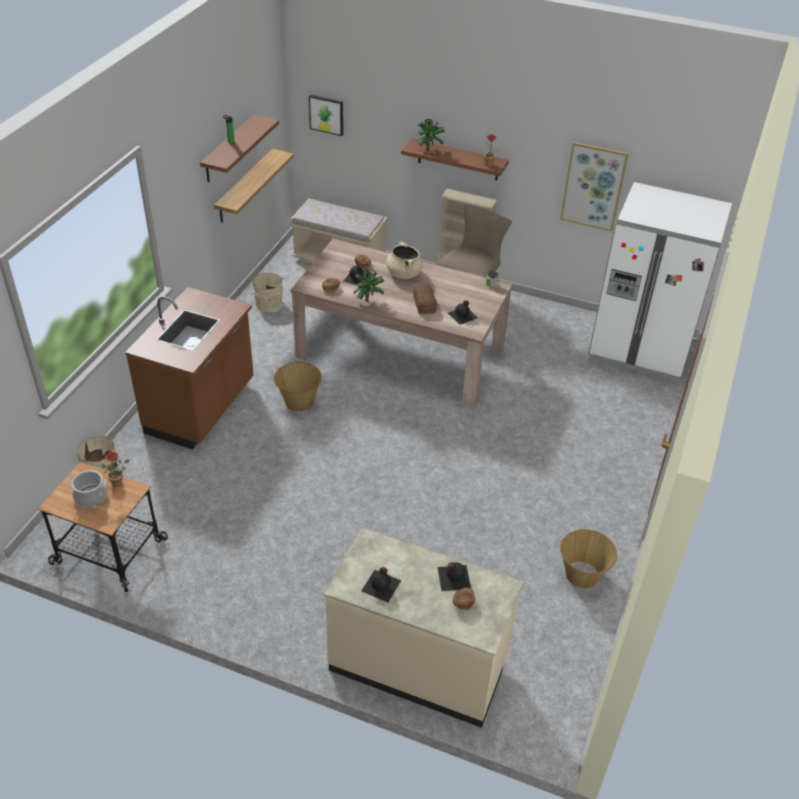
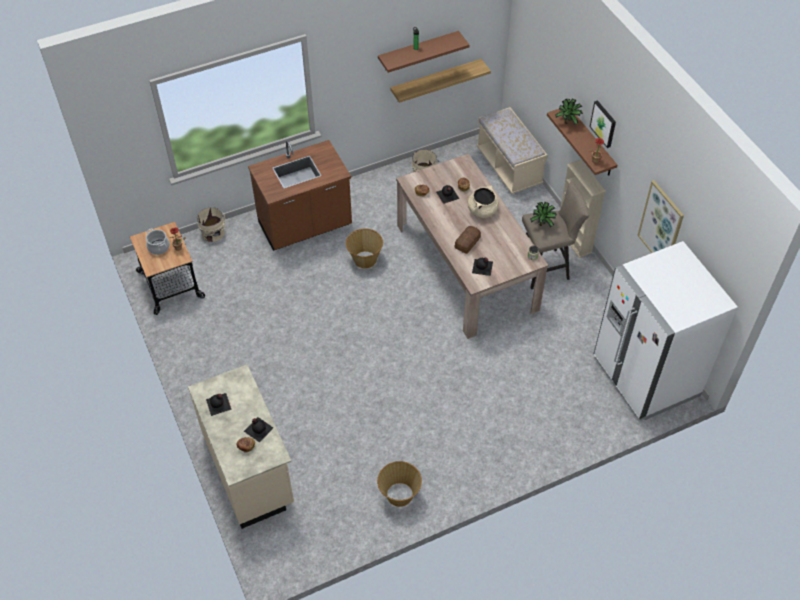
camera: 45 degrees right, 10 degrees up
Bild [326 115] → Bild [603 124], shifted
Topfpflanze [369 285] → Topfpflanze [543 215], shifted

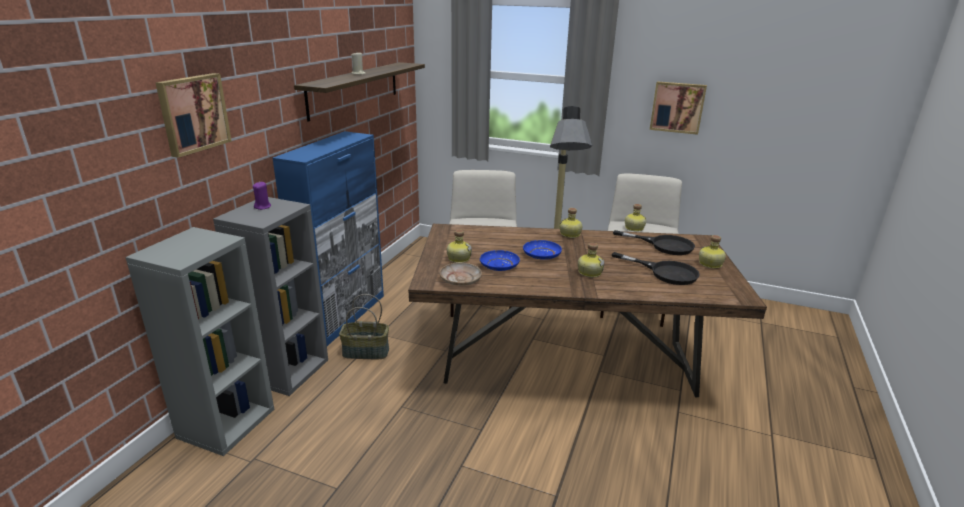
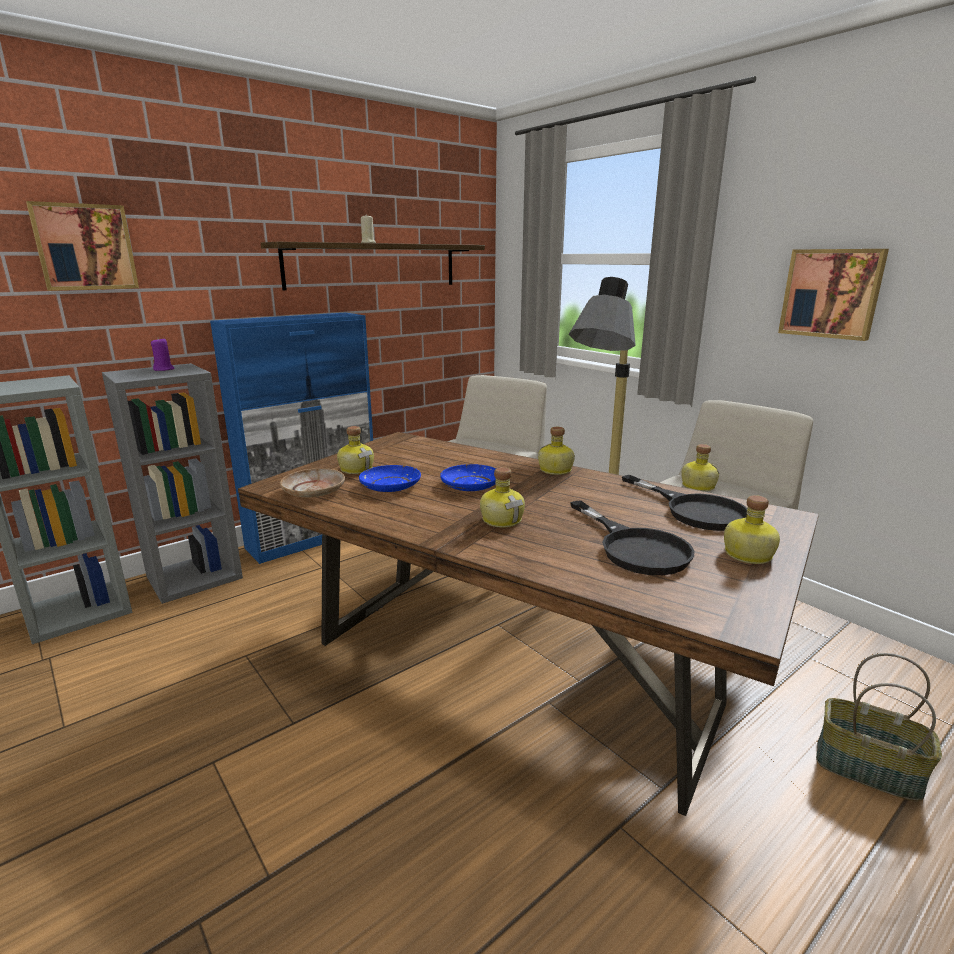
camera: 30 degrees right, 5 degrees down
Korb [364 326] → Korb [879 727], shifted

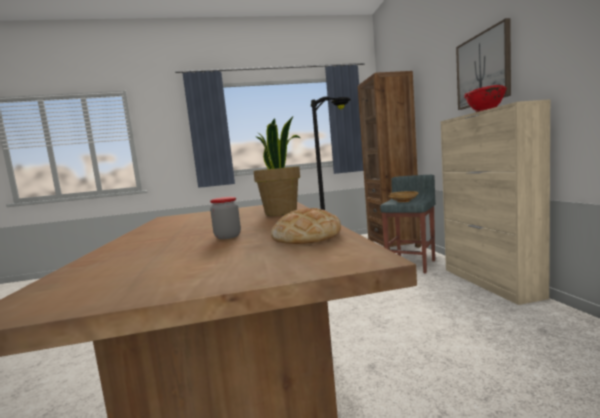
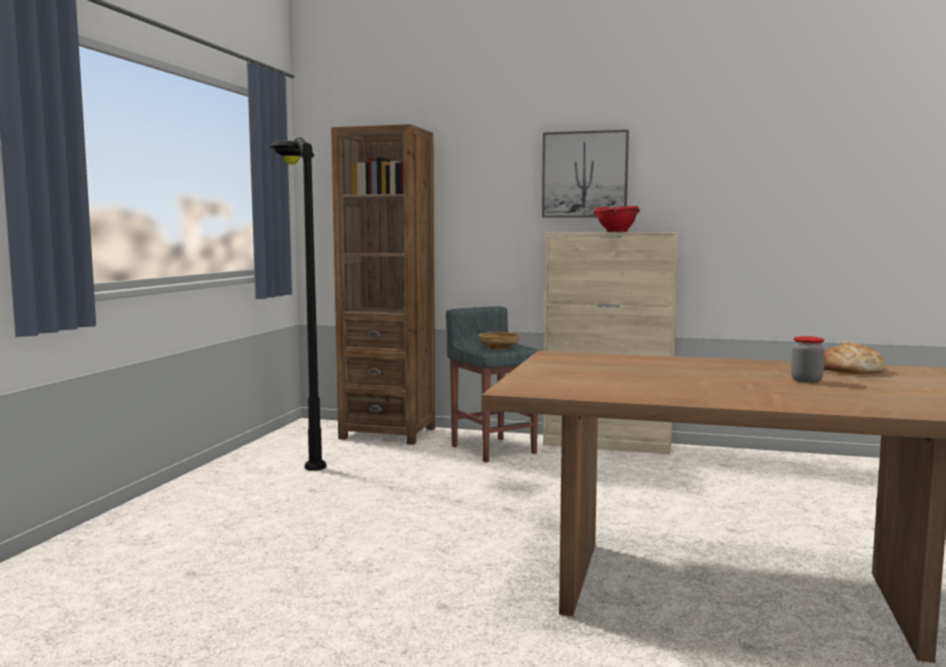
camera: 65 degrees left, 0 degrees up
Topfpflanze [276 166] → -

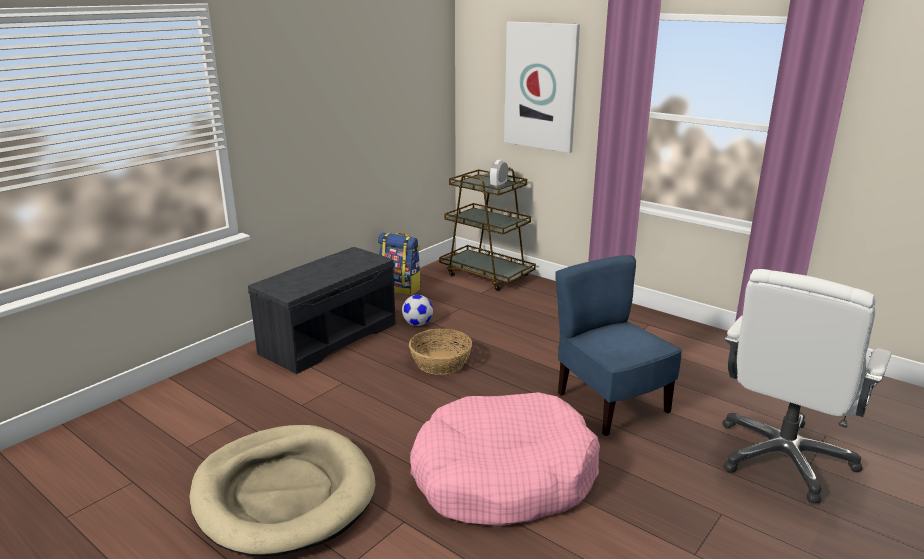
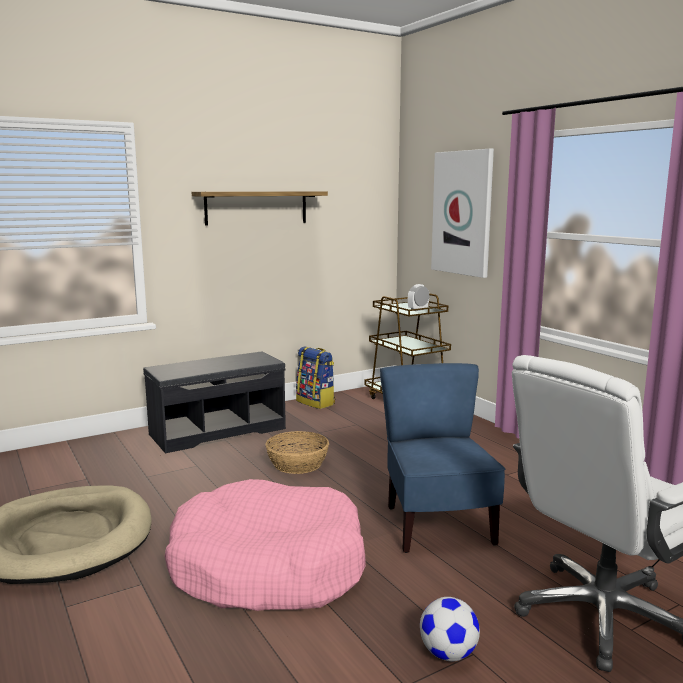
camera: 20 degrees right, 10 degrees down
Fußball [417 310] → Fußball [450 629], shifted
- → Wandregal [260 208]

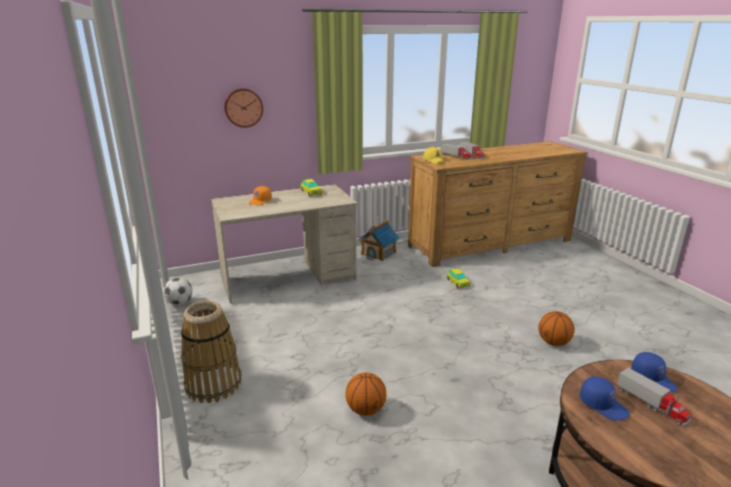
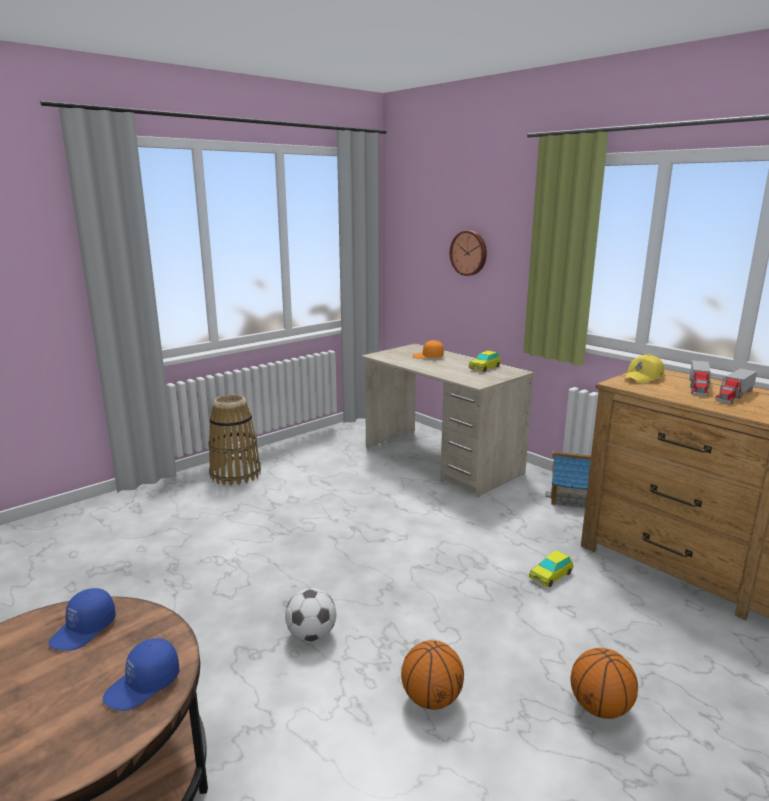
camera: 70 degrees right, 5 degrees down
Fußball [177 291] → Fußball [310 615], shifted
Spielzeuglaster [654 397] → -
Basketball [366 394] → Basketball [604 683], shifted

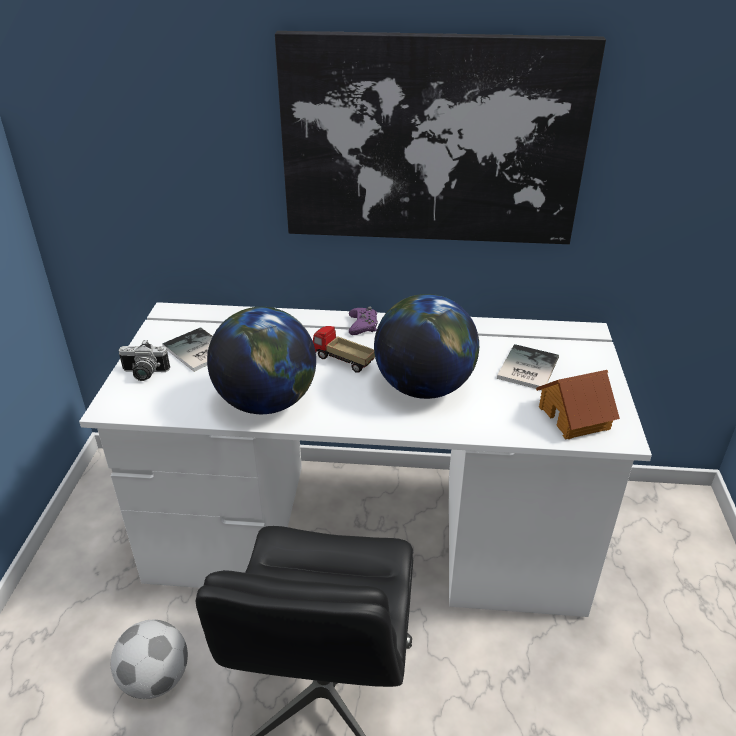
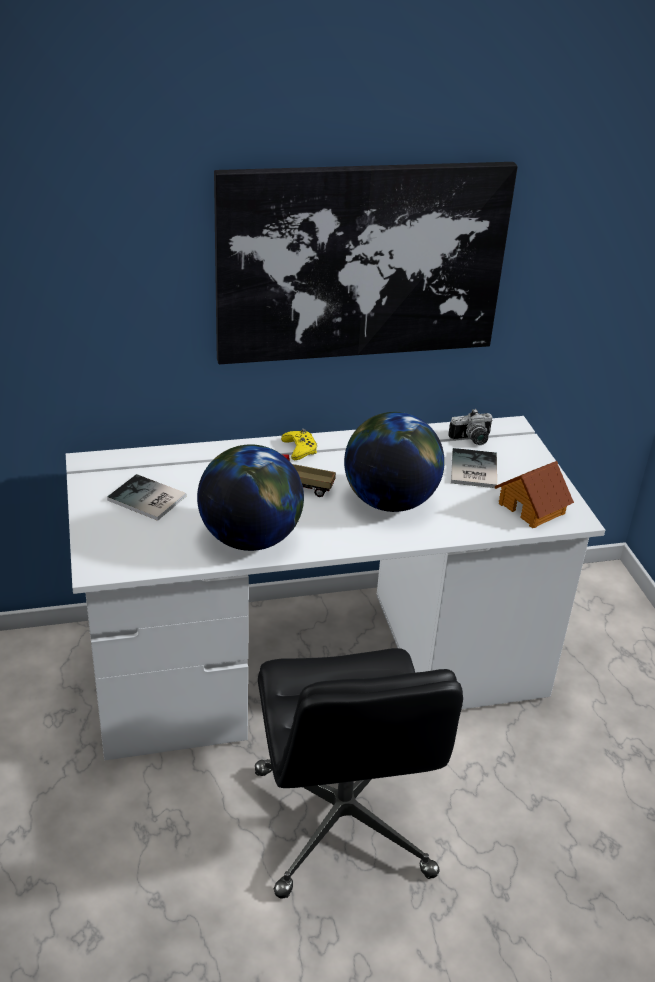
camera: 20 degrees left, 0 degrees up
Gamepad [lila] [363 320] → Gamepad [gelb] [299 444]
Kamera [144 360] → Kamera [470 427], shifted
Fußball [149 659] → -

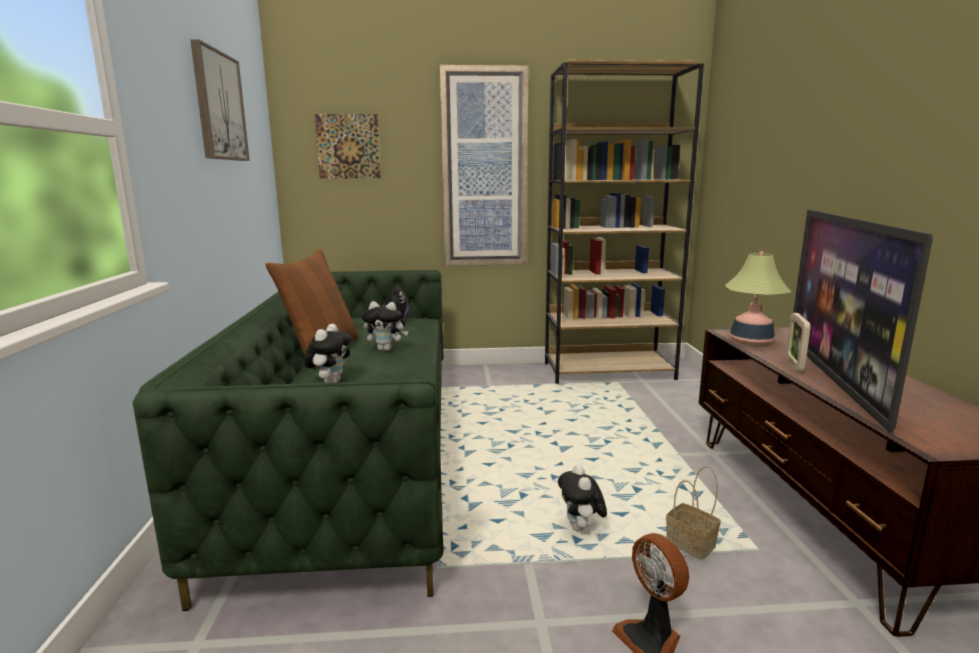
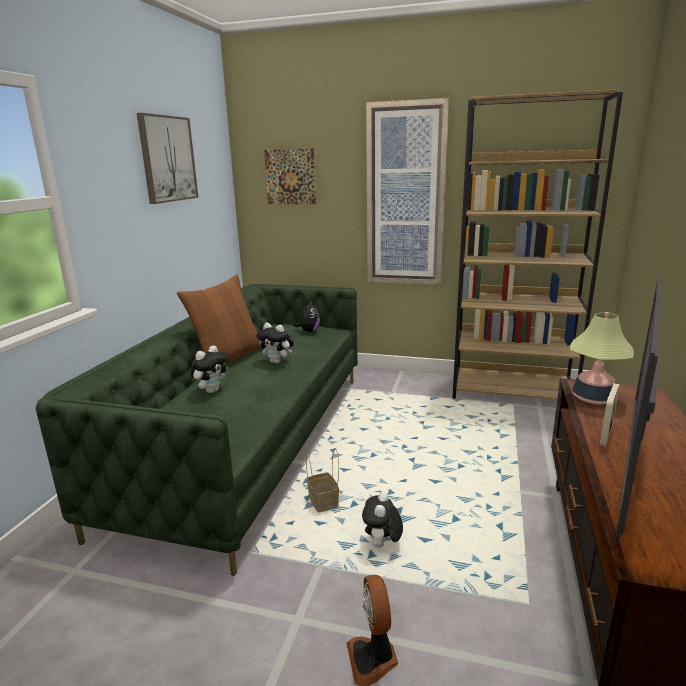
camera: 20 degrees right, 5 degrees up
Korb [693 513] → Korb [322 480], shifted

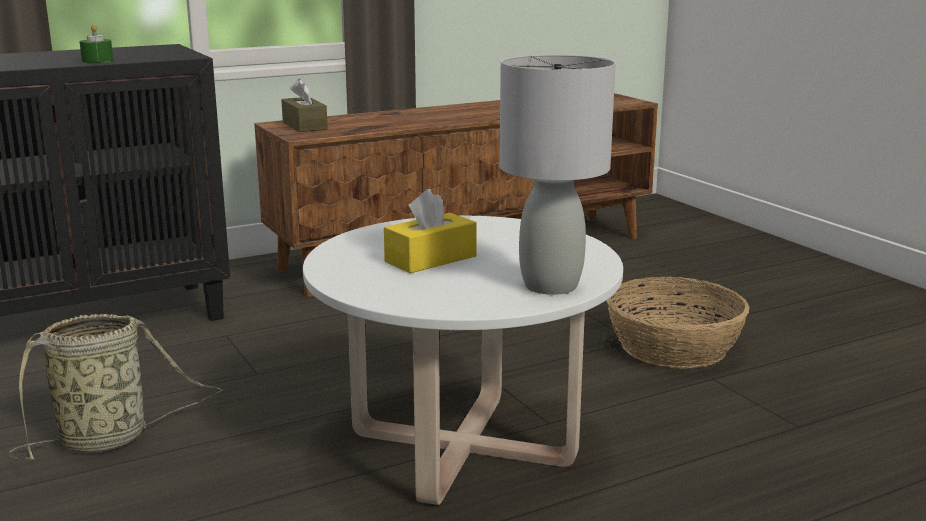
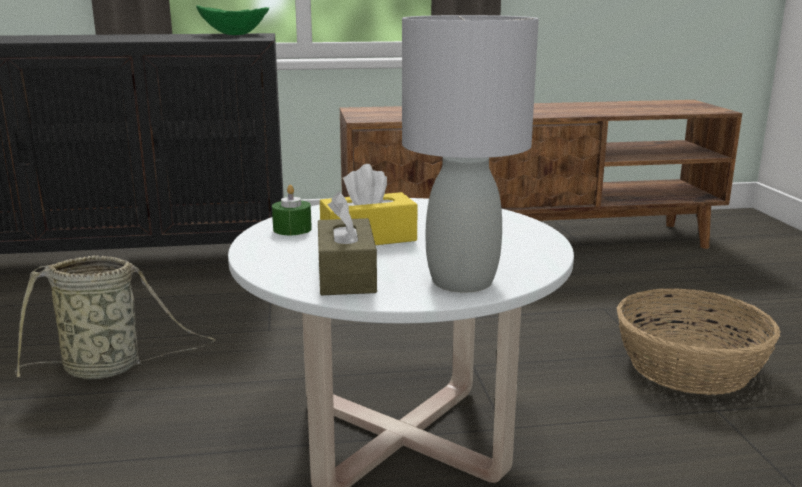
camera: 20 degrees right, 0 degrees up
Kerze [grün] [96 43] → Kerze [grün] [292 210], shifted
Taschentuchbox [braun] [304 105] → Taschentuchbox [braun] [347 243], shifted
- → Schüssel [grün] [232 20]

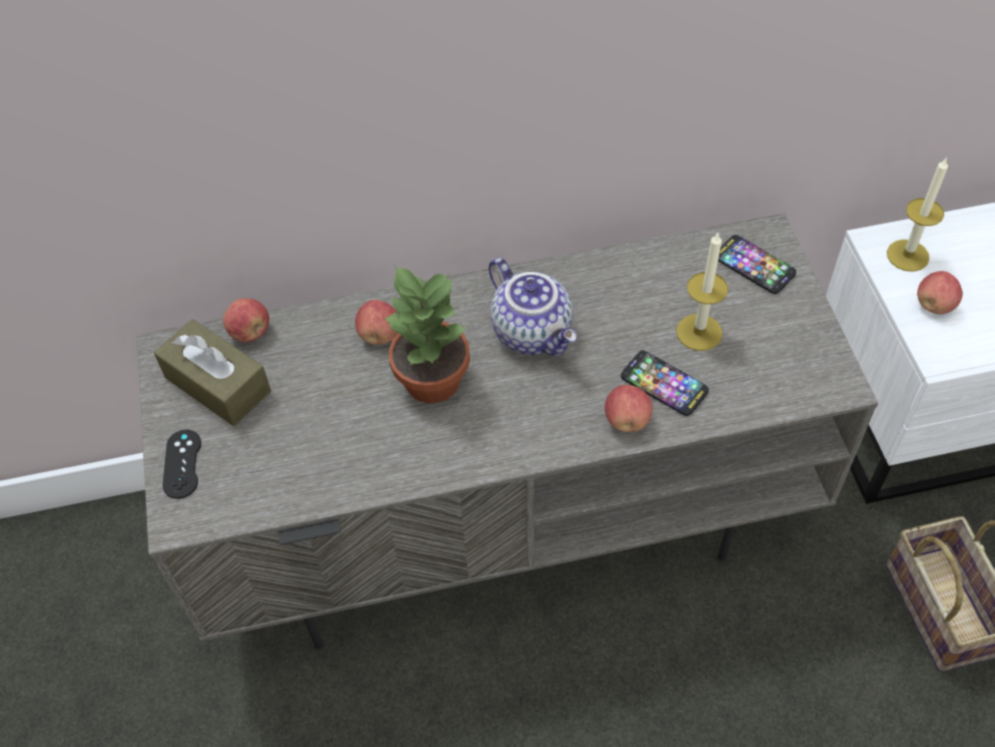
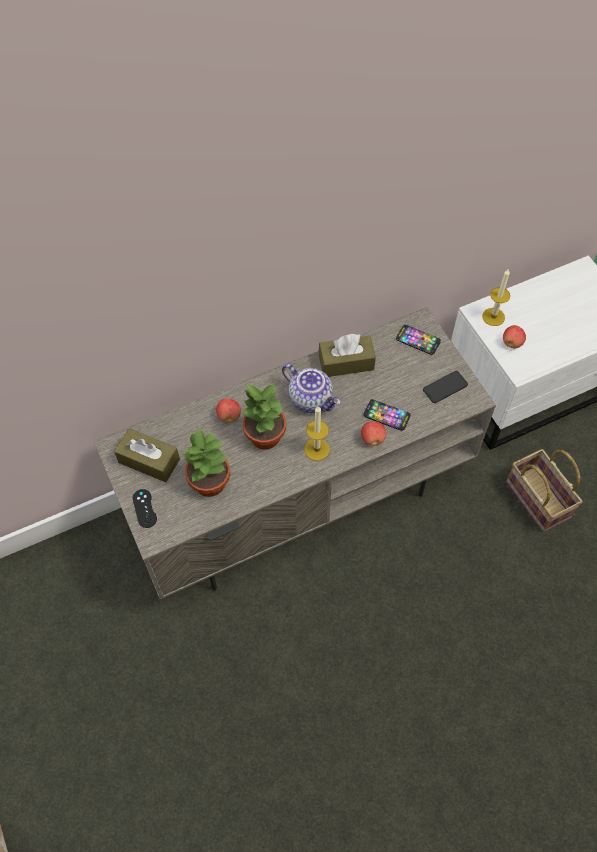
camera: 15 degrees left, 5 degrees up
Kerze [702 292] → Kerze [317 433], shifted
Apfel [246 320] → -
- → Taschentuchbox [braun] [347 355]
- → Handy [445 387]
- → Topfpflanze [206 462]

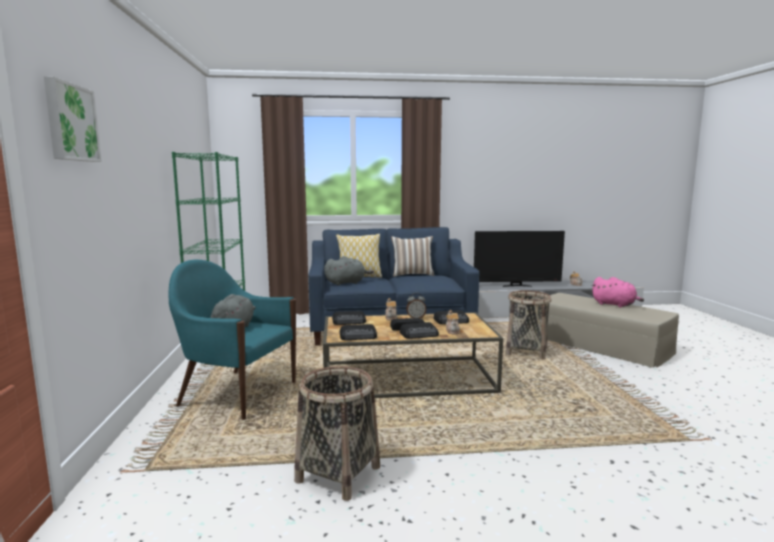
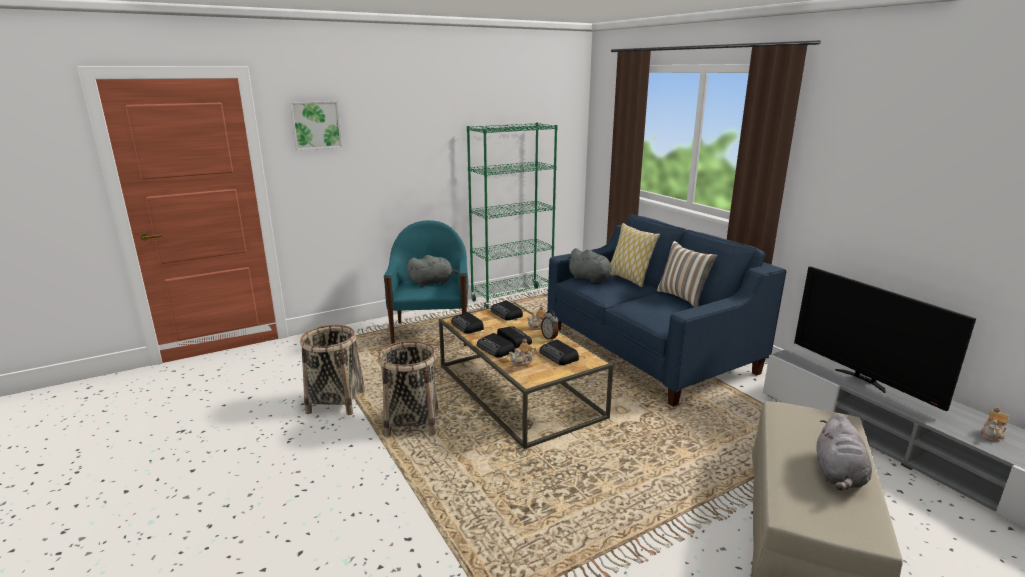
camera: 65 degrees right, 10 degrees up
Plüschtier [rosa] [618 292] → Plüschtier [grau] [844 452]
Korb [529 325] → Korb [408 389], shifted

